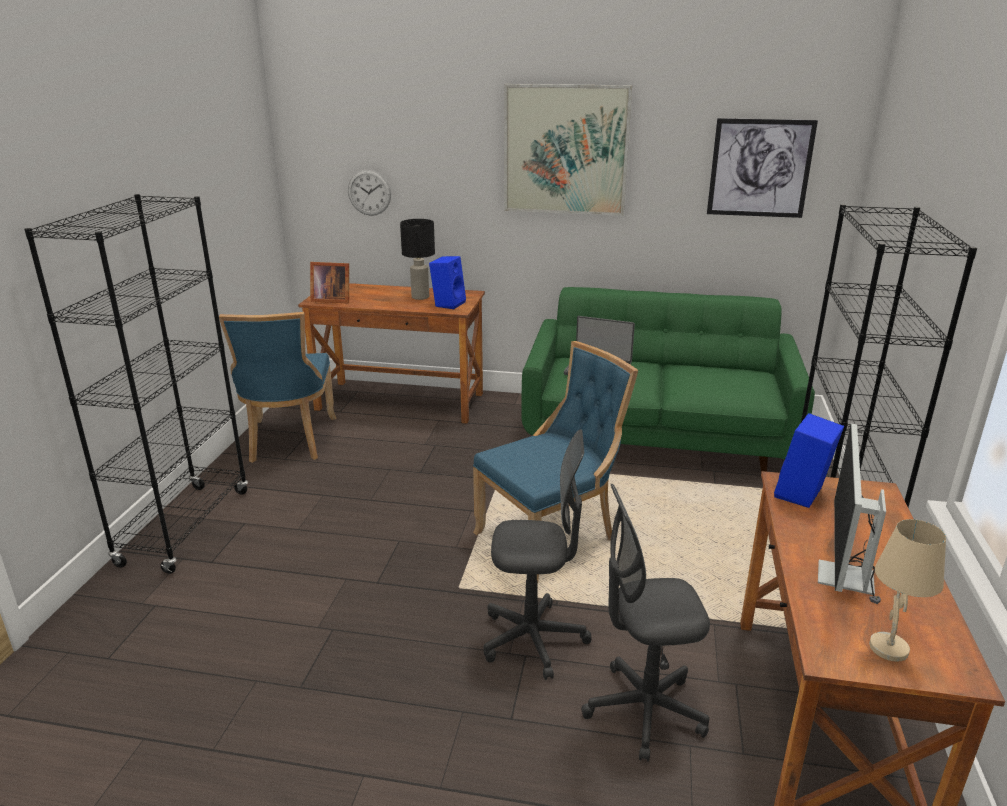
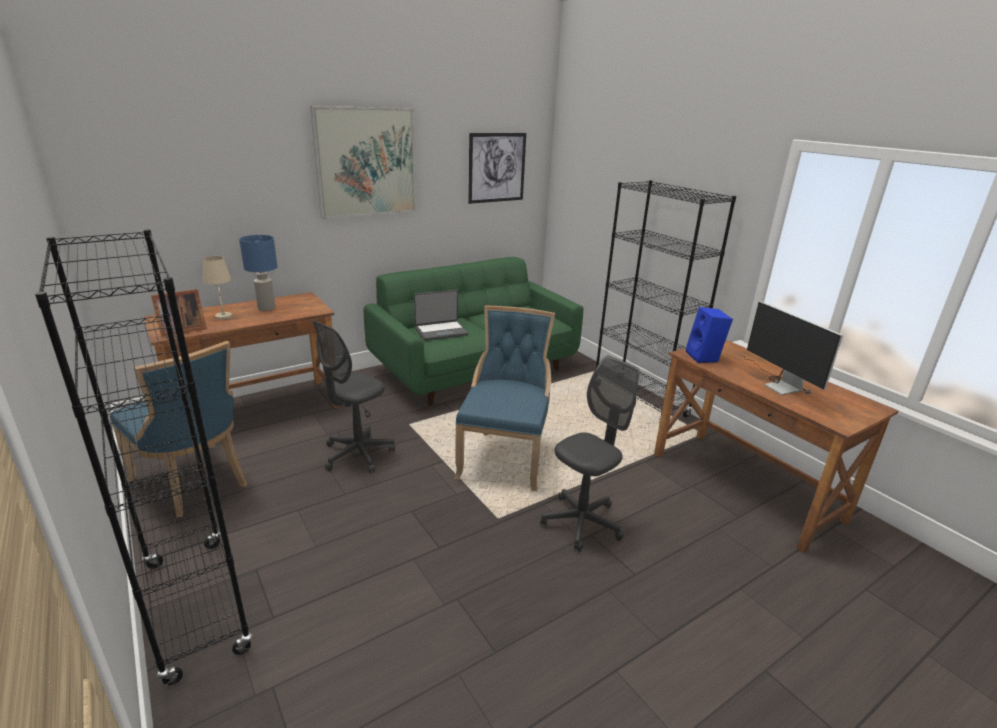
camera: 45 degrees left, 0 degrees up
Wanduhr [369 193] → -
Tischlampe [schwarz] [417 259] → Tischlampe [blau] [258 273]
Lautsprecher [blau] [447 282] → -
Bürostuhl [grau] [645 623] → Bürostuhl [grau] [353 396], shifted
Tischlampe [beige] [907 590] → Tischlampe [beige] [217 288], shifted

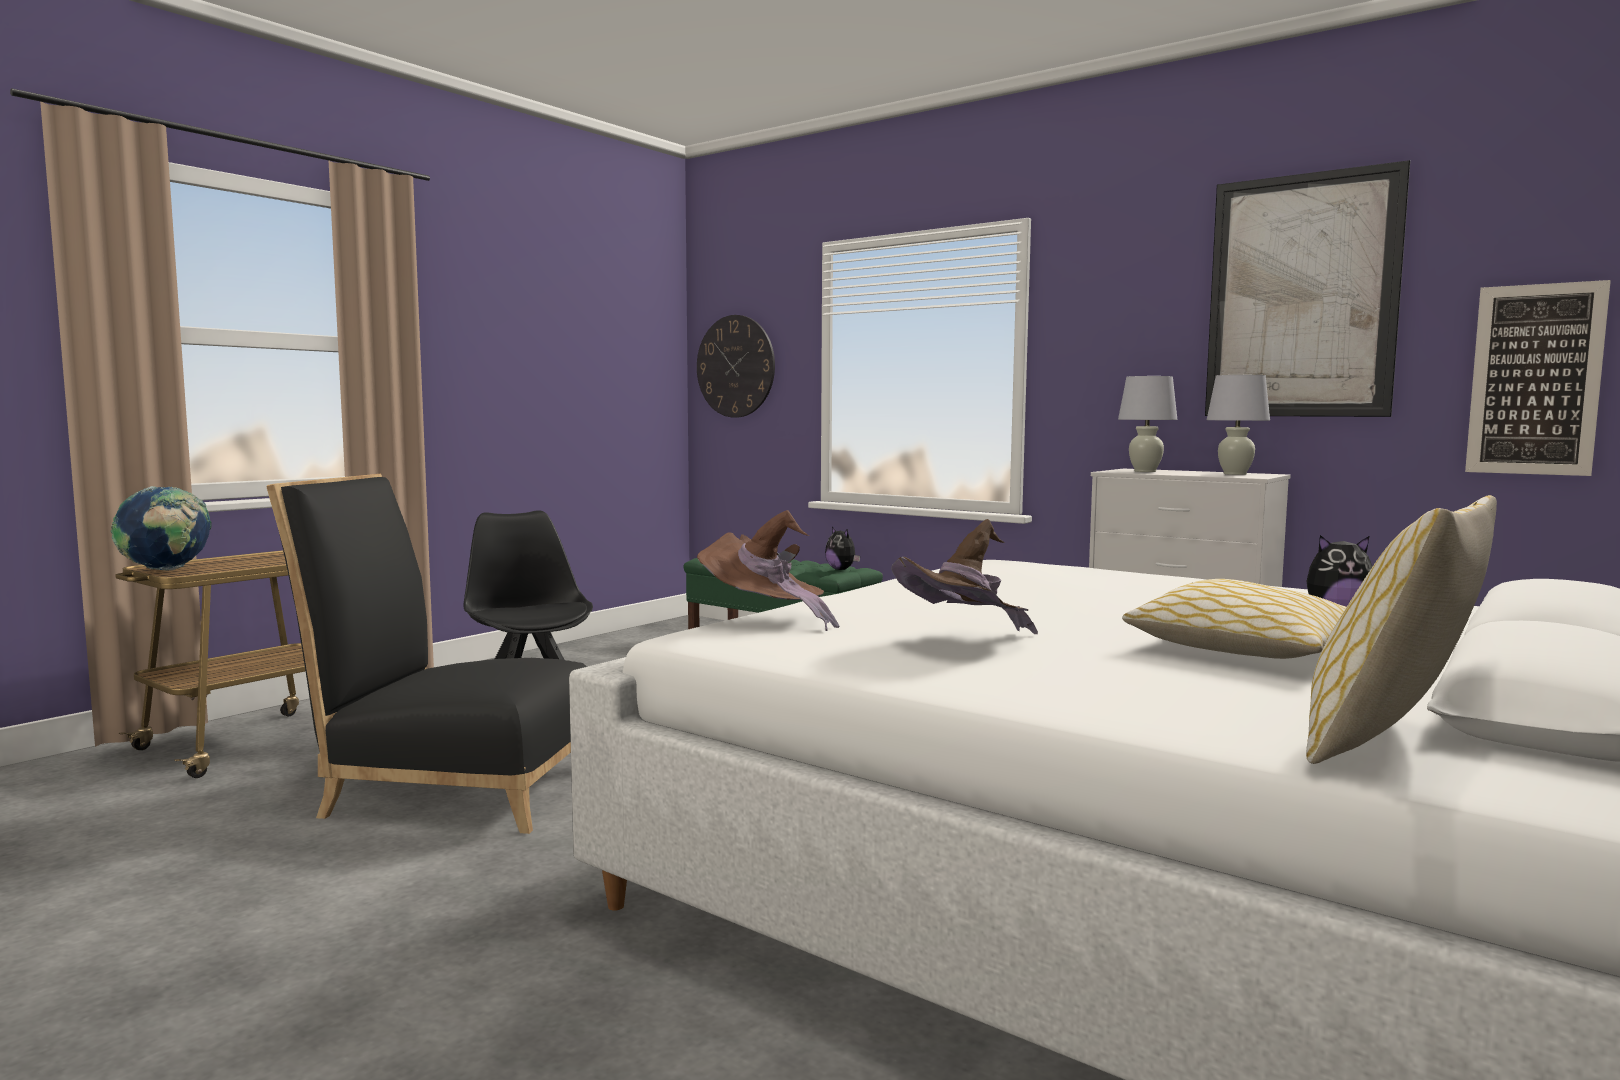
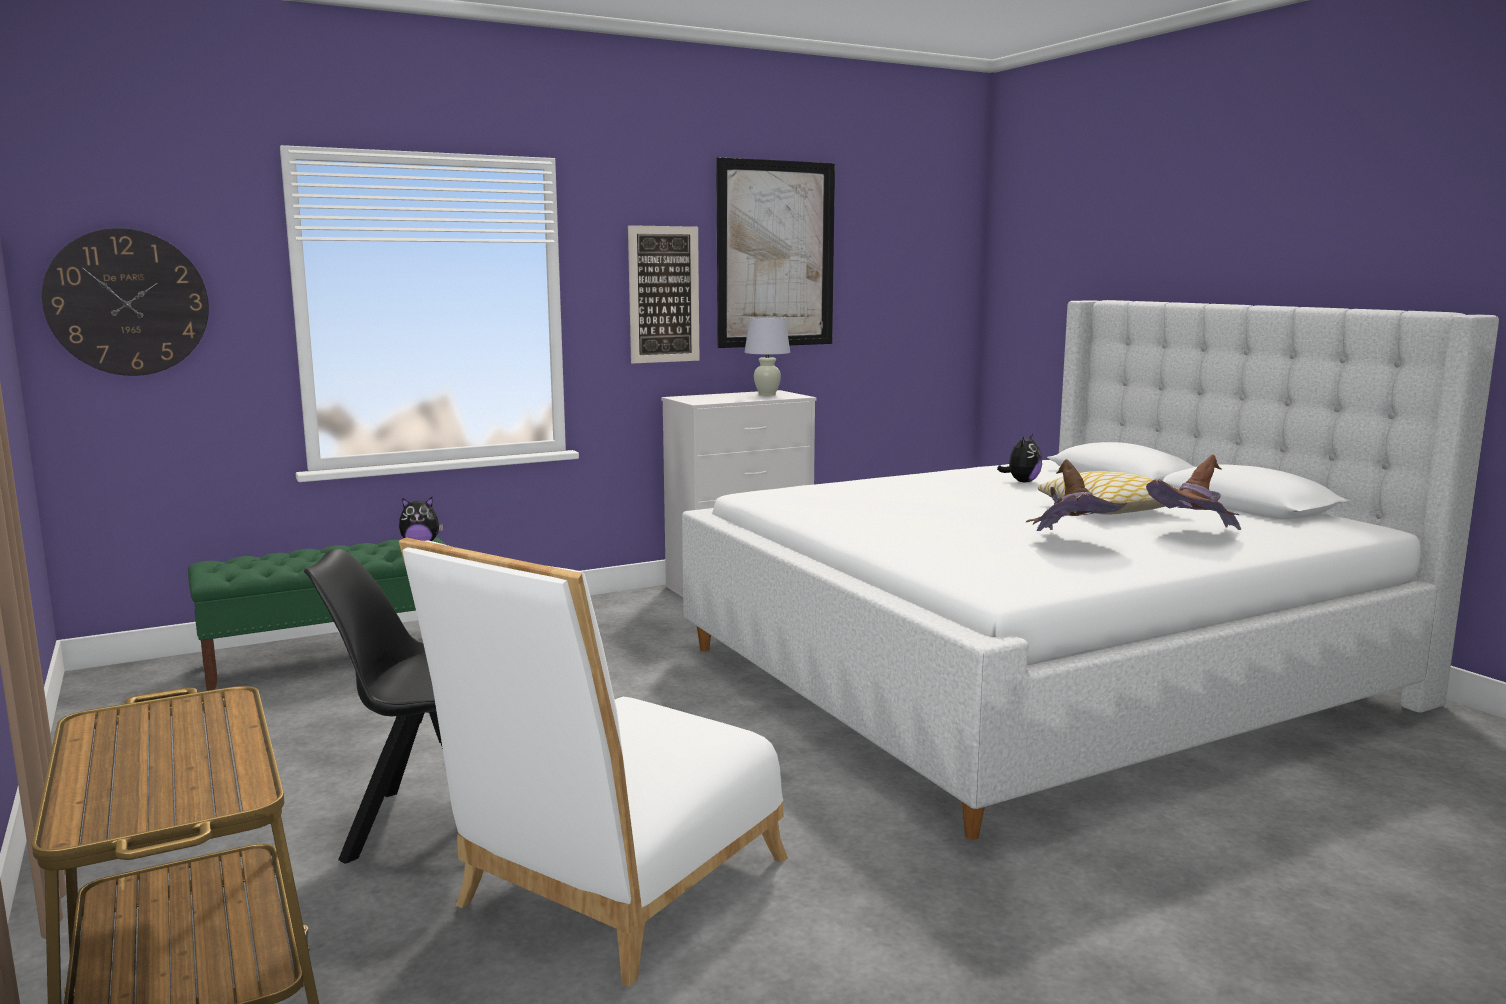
camera: 65 degrees left, 5 degrees up
Bild [1538 378] → Bild [664 294], shifted
Tischlampe [weiß] [1147 424] → -
Stuhl [schwarz] [426 654] → Stuhl [weiß] [593 761]
Globus [161 528] → -
Kissen [1401 629] → -
Hut [braun] [768 570] → Hut [braun] [1193 492], shifted

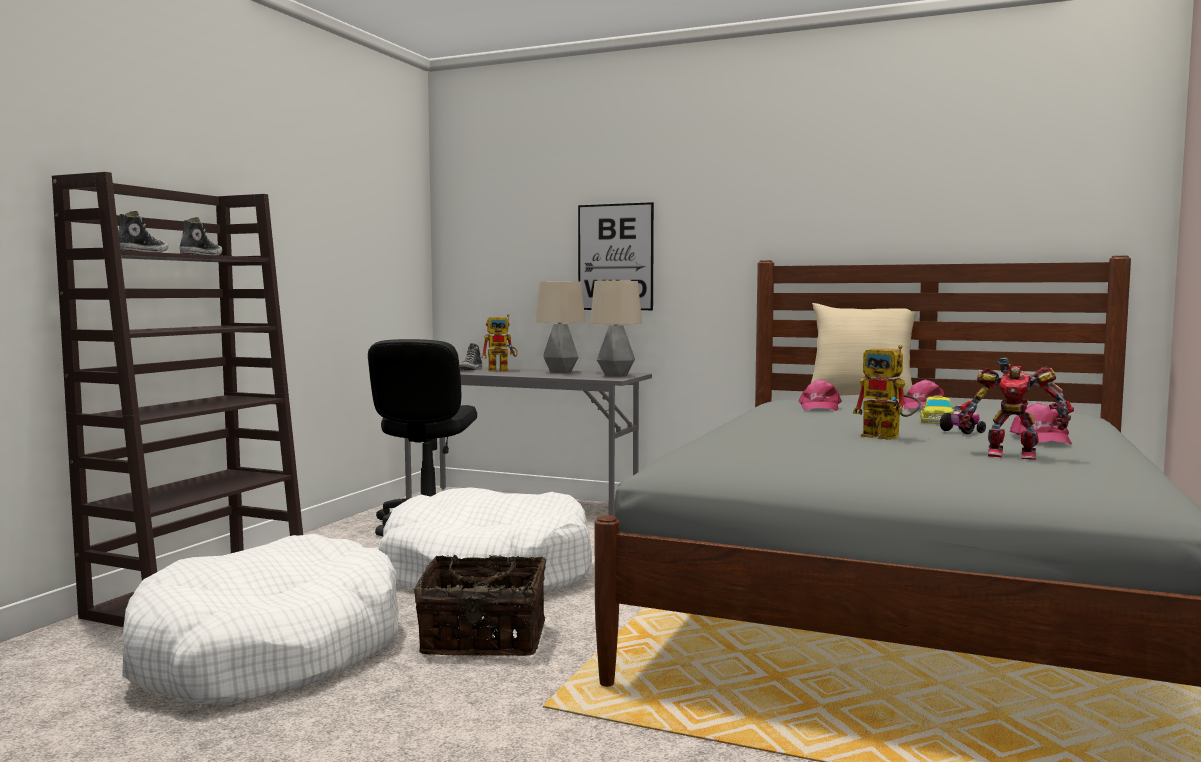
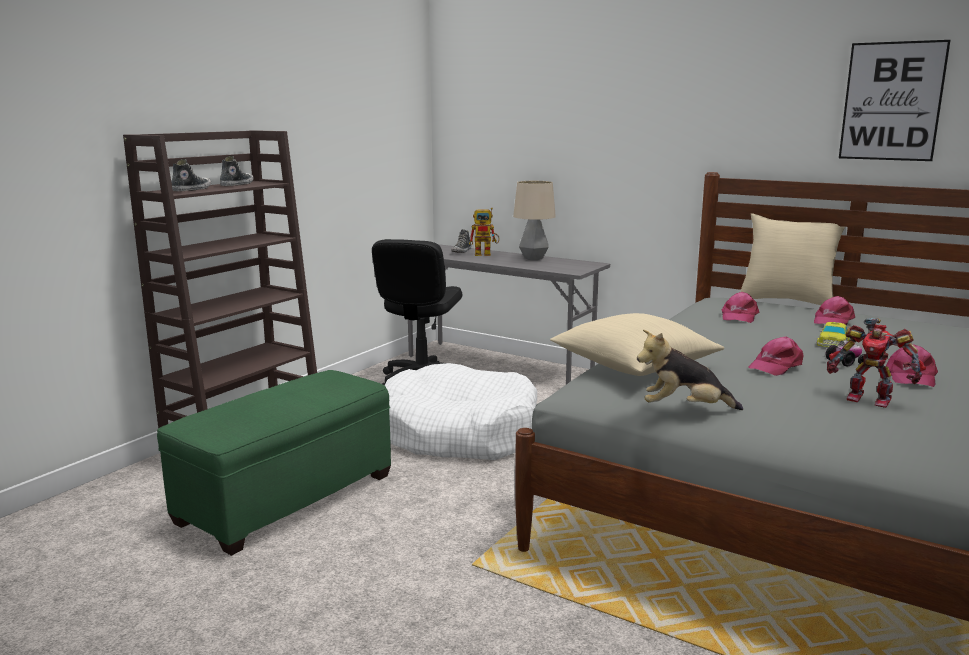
camera: 10 degrees right, 10 degrees up
Bild [616 256] → Bild [895 100], shifted
Tischlampe [616 329] → -
Spielzeugroboter [887 392] → Kappe [rosa] [775 356]
Hundebett [weiß] [260 619] → Polsterhocker [grün] [274 463]
Korb [480 605] → -
- → Kissen [beige] [637 344]
- → Plüschtier [690 370]

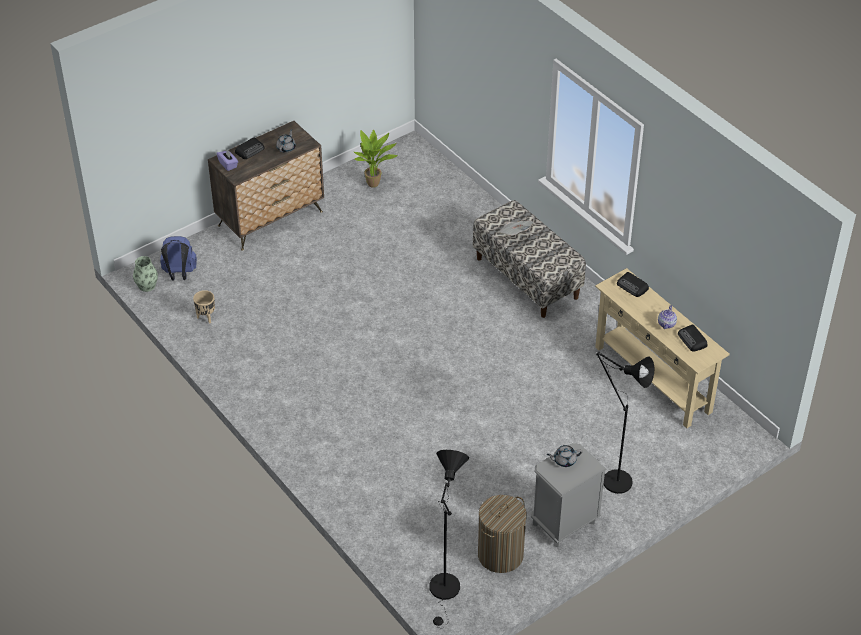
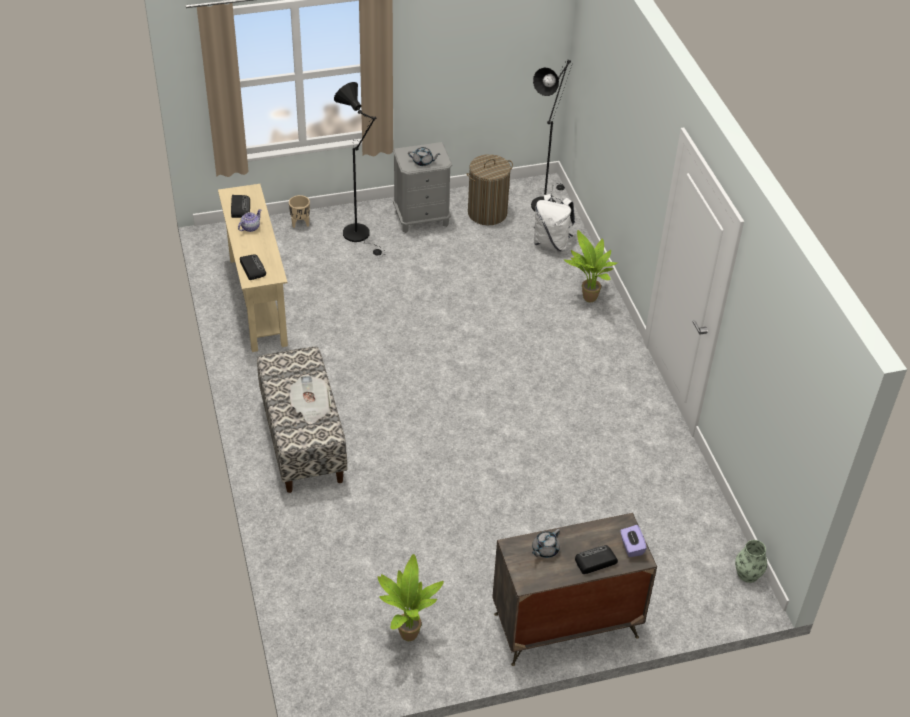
camera: 160 degrees left, 0 degrees up
Rucksack [blau] [178 258] → -
Pflanzkübel [beige] [204 307] → Pflanzkübel [beige] [299 211], shifted
- → Rucksack [weiß] [554 222]
- → Topfpflanze [590 266]

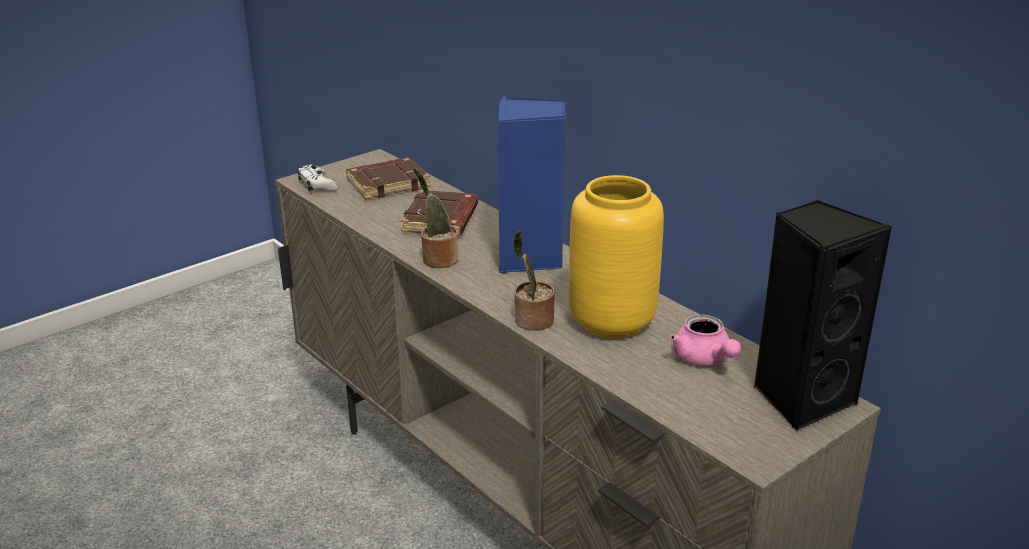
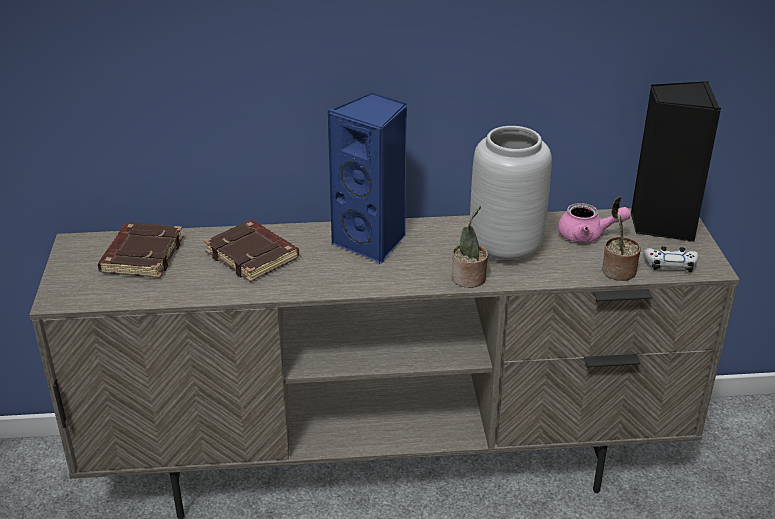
camera: 55 degrees left, 5 degrees up
Gamepad [weiß] [318 178] → Gamepad [weiß] [670 259], shifted
Topfpflanze [435 218] → Topfpflanze [621 238], shifted
Vase [gelb] [616 257] → Vase [grau] [511 194]

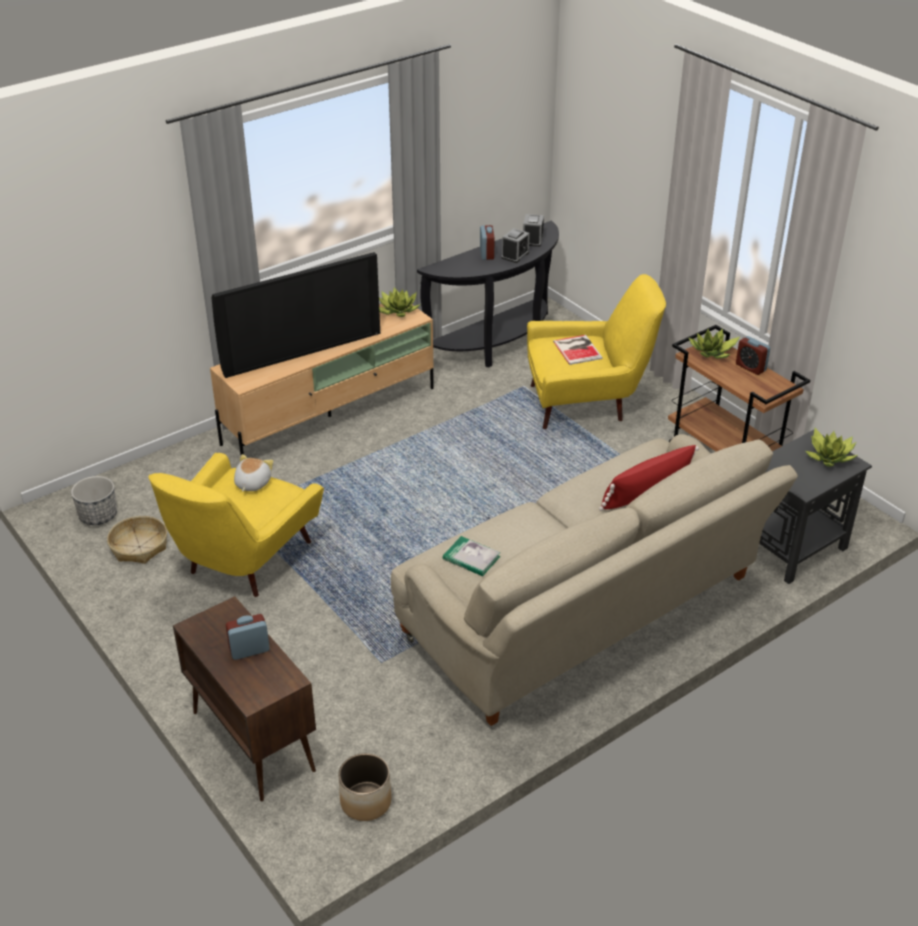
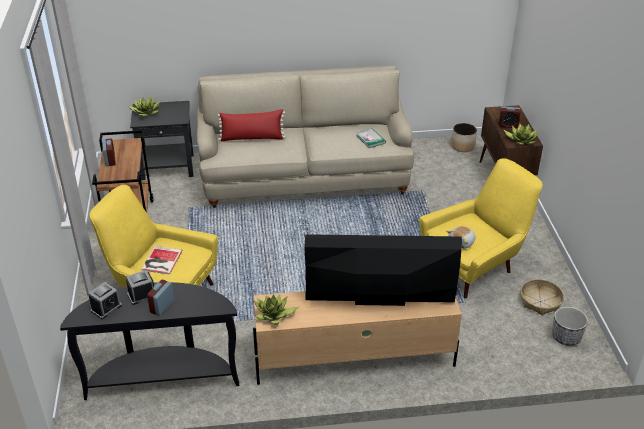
camera: 150 degrees left, 0 degrees up
Topfpflanze [714 343] → Topfpflanze [521 134], shifted

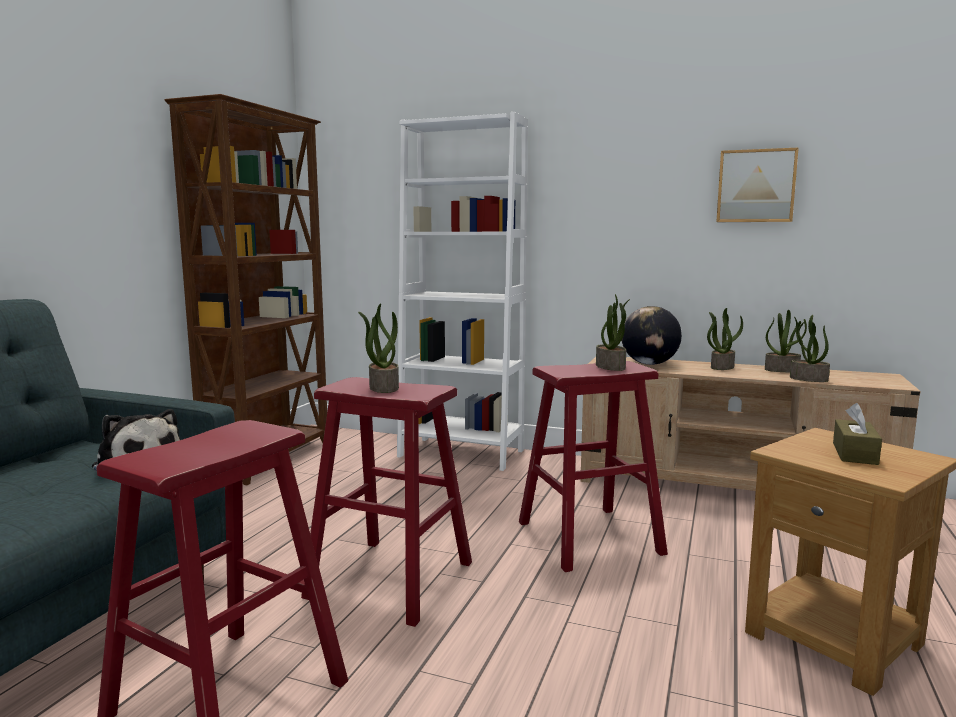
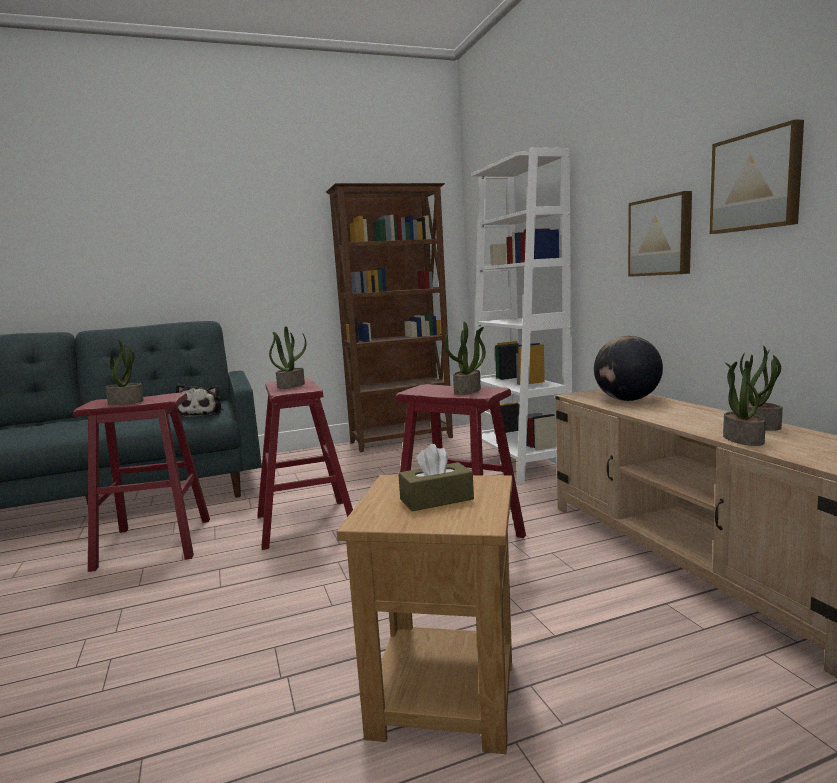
camera: 50 degrees right, 0 degrees up
Topfpflanze [725 339] → Topfpflanze [124 372], shifted
- → Bild [660 234]

